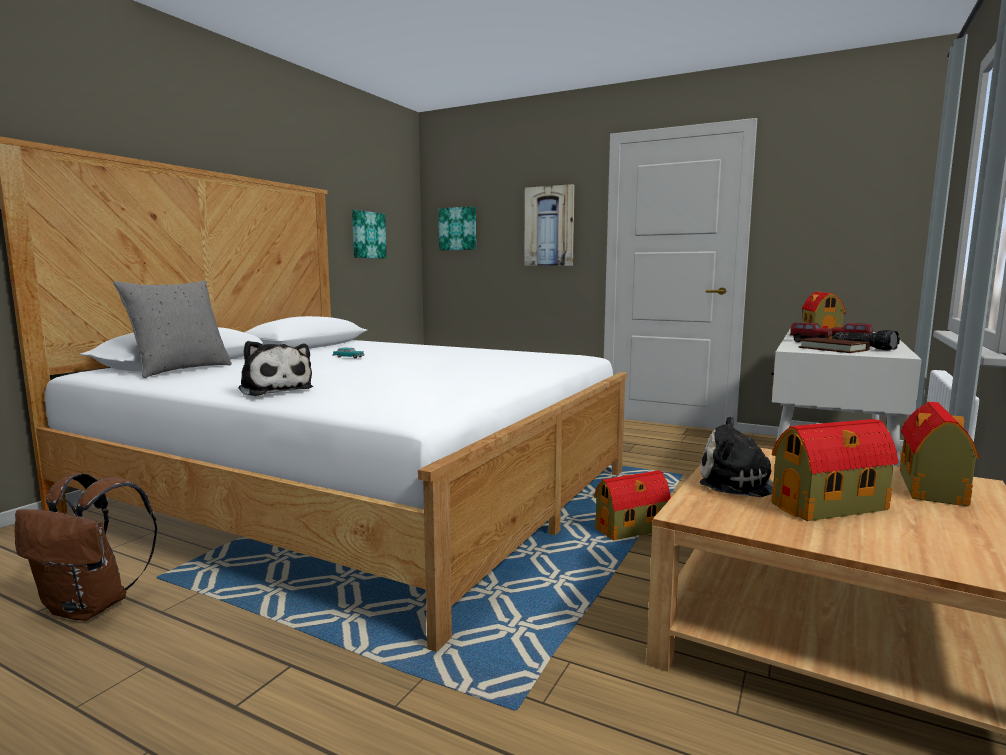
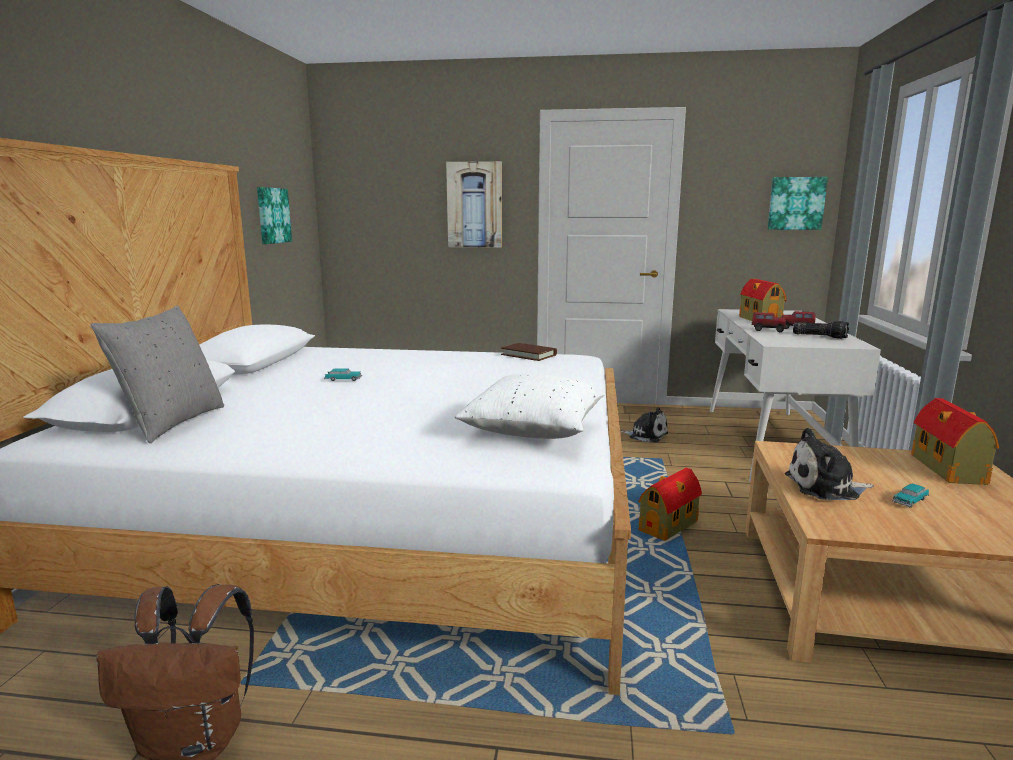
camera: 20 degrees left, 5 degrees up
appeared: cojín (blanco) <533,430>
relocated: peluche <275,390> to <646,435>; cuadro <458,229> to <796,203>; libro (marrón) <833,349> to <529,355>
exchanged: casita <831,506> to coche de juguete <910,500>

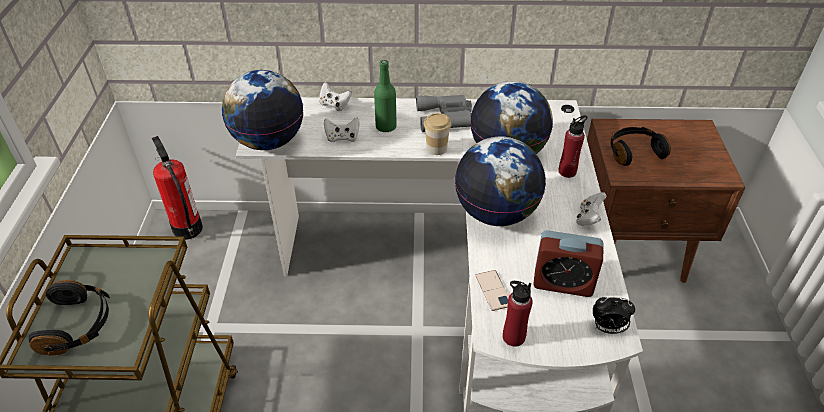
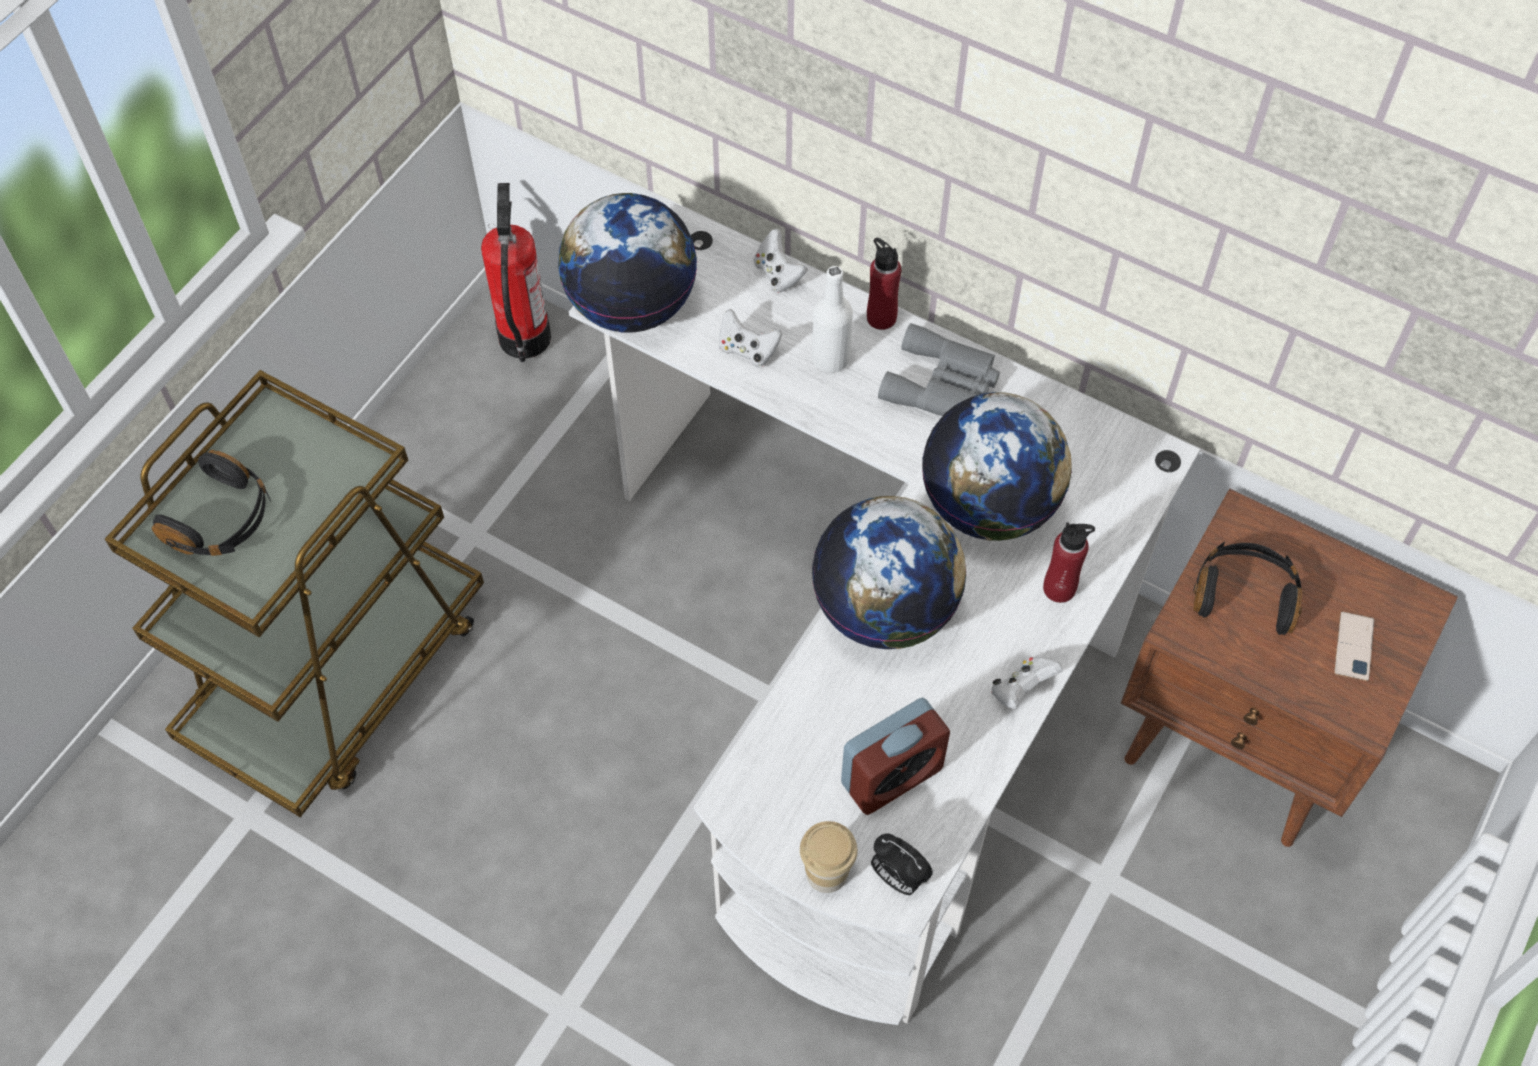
camera: 30 degrees right, 15 degrees up
relocated: taza <436,148> to <826,872>; móvil <493,290> to <1354,646>; botella (rojo) <513,337> to <881,317>
colour: botella (verde) <386,127> to botella (blanco) <830,359>
spun: despertador <563,283> = <891,776> 75 degrees counterclockwise

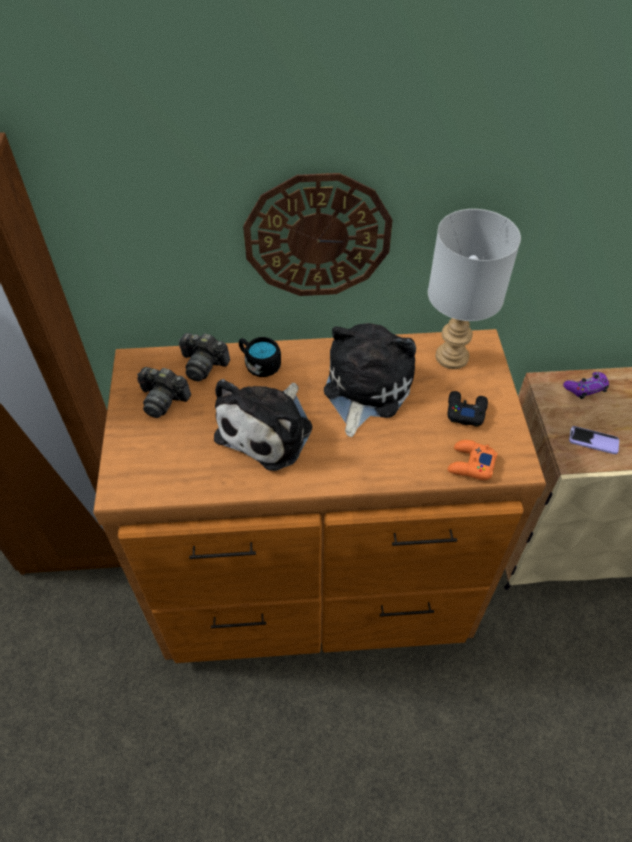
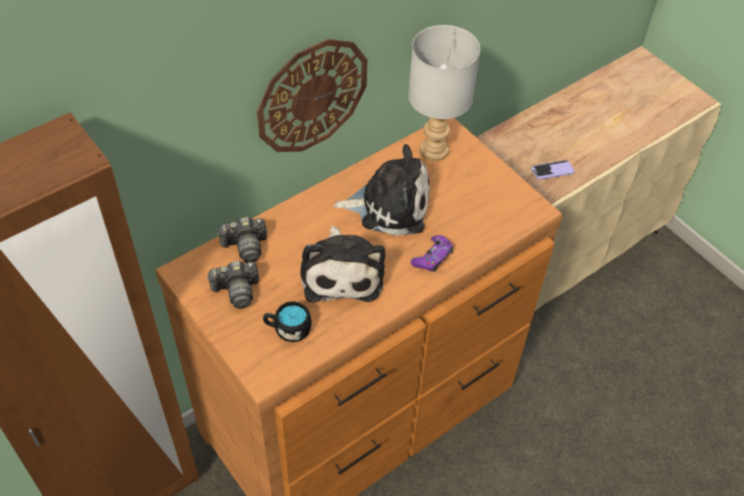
camera: 35 degrees left, 0 degrees up
missing: mando de consola (negro) <465,411>; mando de consola (naranja) <470,464>
relocated: taza grande (negro) <259,364> to <288,329>; mando de consola (morado) <585,388> to <432,257>
spun: peluche <365,388> = <389,205> 105 degrees clockwise

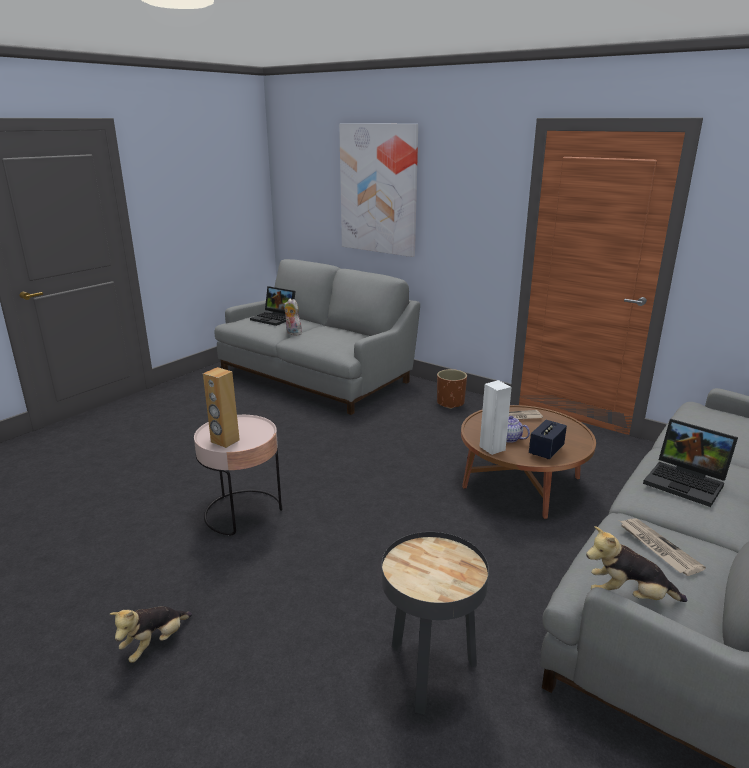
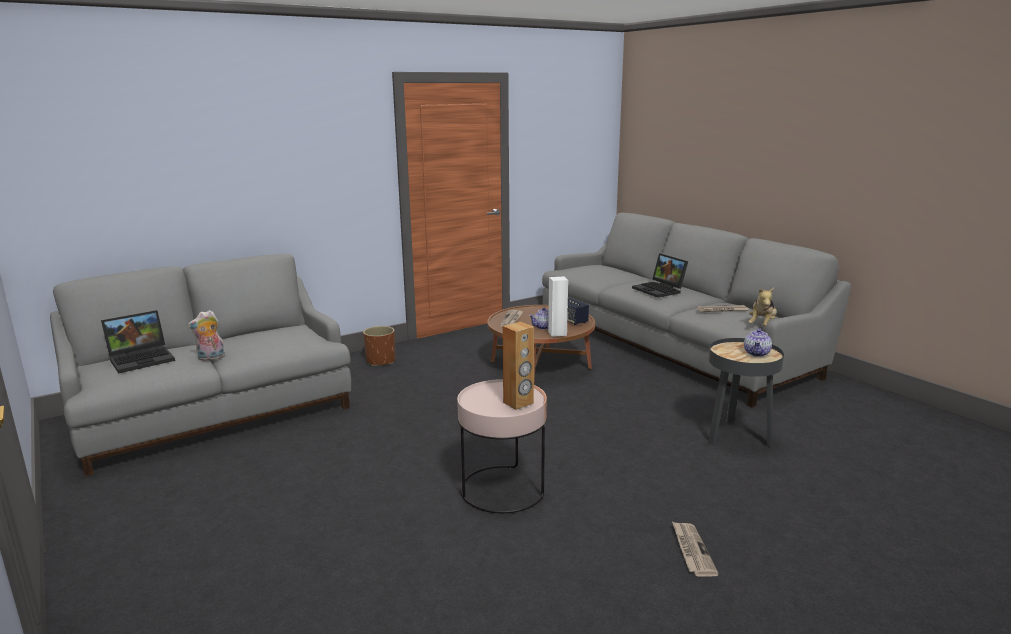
camera: 70 degrees left, 5 degrees down
missing: cuadro <378,189>
appeared: tetera <757,353>
exchanged: peluche <155,644> to periódico <692,550>
spun: portátil <687,482> = <660,290> 90 degrees clockwise

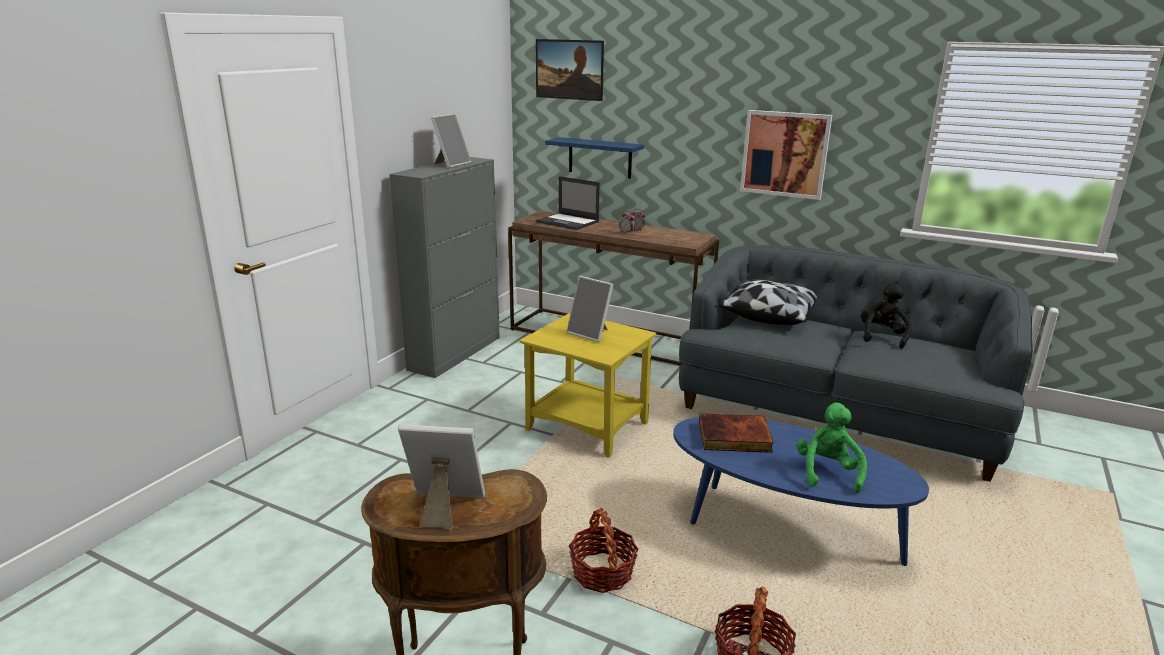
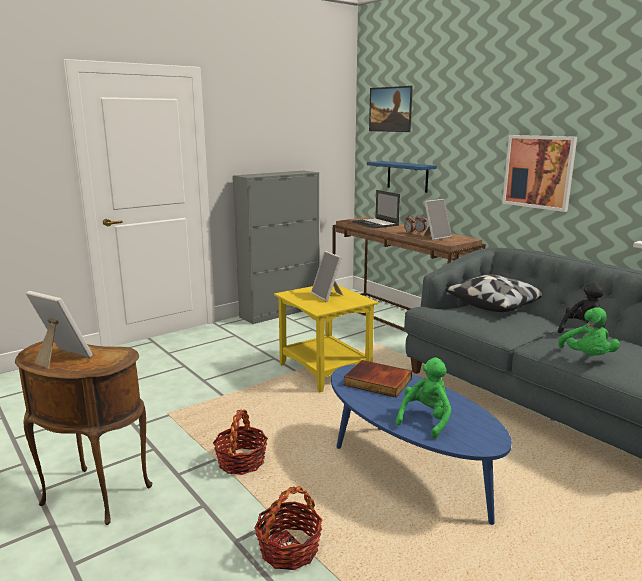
camera: 25 degrees right, 5 degrees down
appeared: peluche (verde) <587,357>
relocated: portarretratos <451,164> to <435,237>

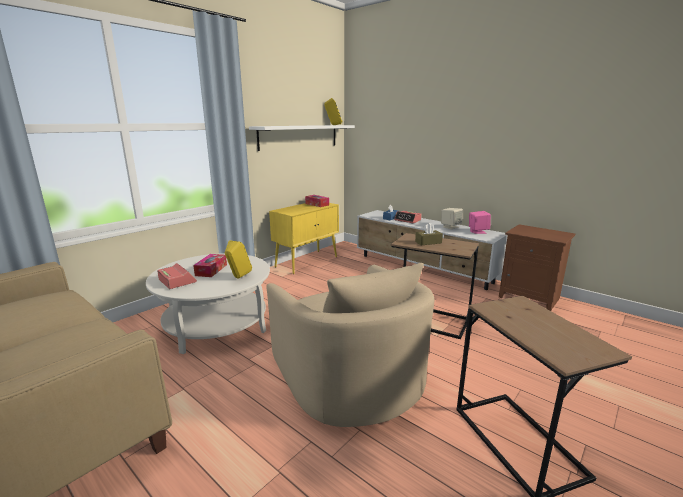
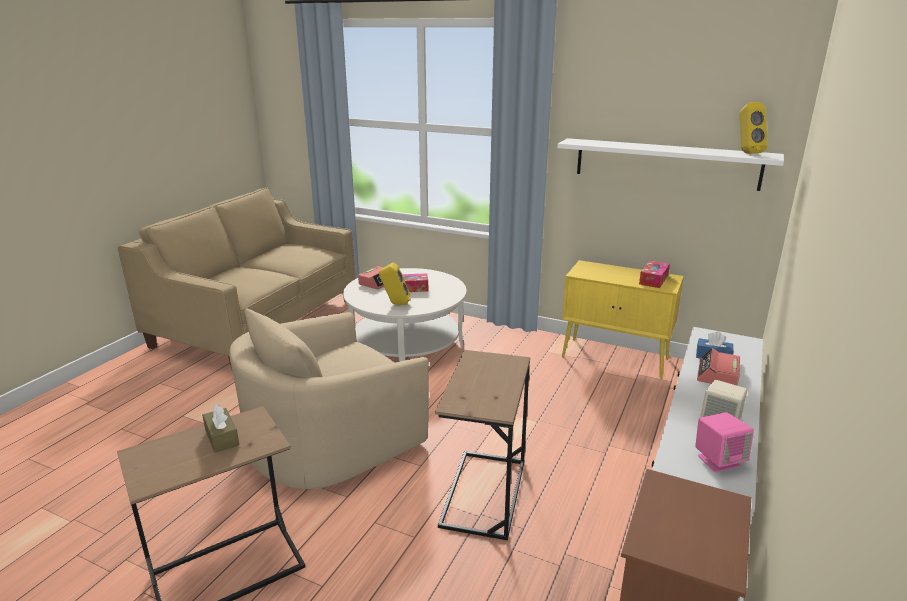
camera: 75 degrees right, 5 degrees up
relocated: caja de pañuelos (marrón) <428,242> to <222,437>

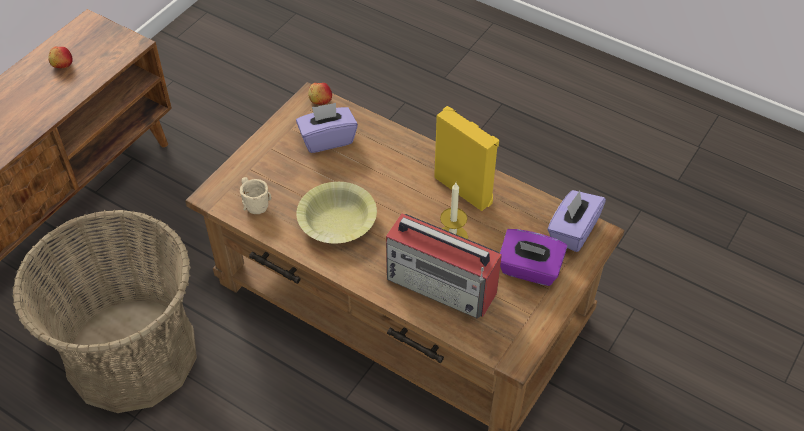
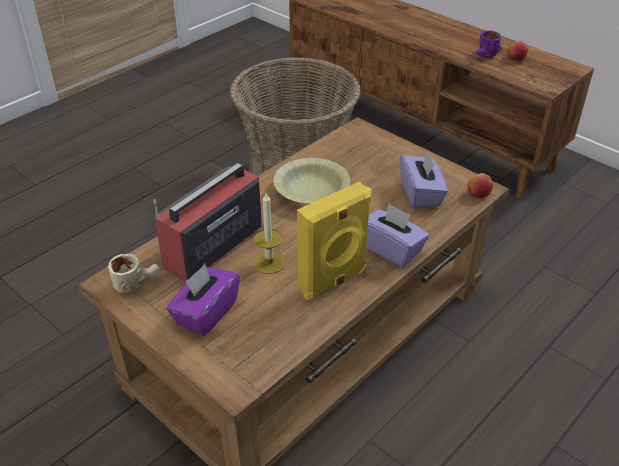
camera: 100 degrees right, 10 degrees down
appeared: taza grande (morado) <485,56>
relocated: taza grande (beis) <252,202> to <137,282>; caja de pañuelos (morado) <573,231> to <391,249>

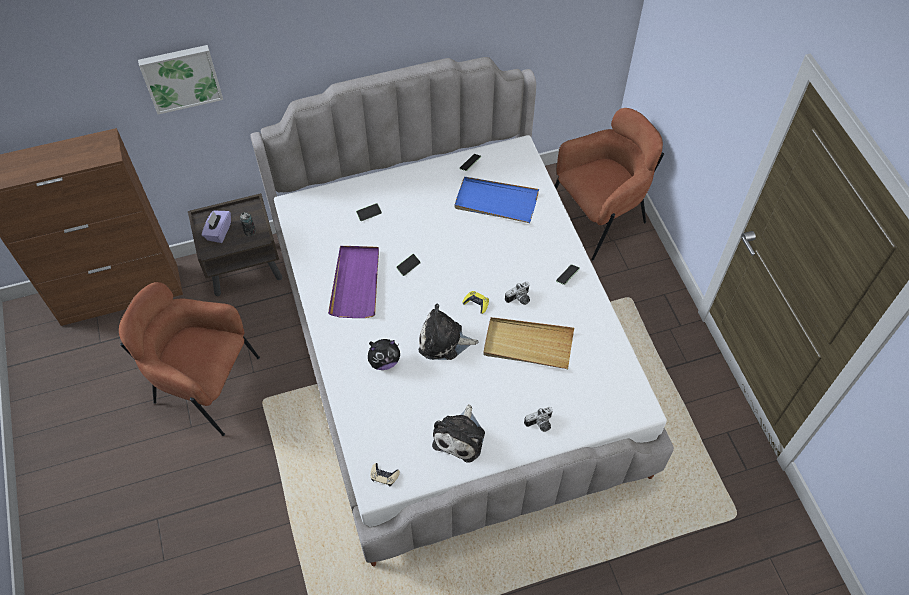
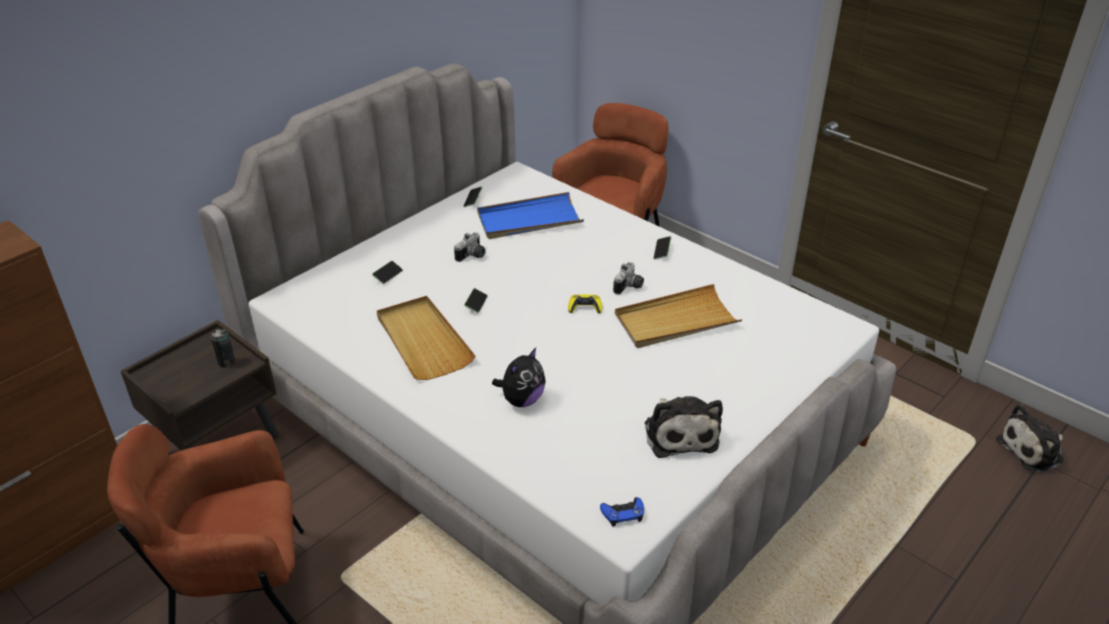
camera: 30 degrees left, 20 degrees down
missing: cuadro <181,77>; caja de pañuelos (morado) <218,232>
relocated: peluche <444,341> to <1033,450>; cámara <540,424> to <472,256>
colour: bandeja (morado) <356,283> to bandeja (beis) <423,341>; mando de consola (beis) <384,476> to mando de consola (azul) <623,514>

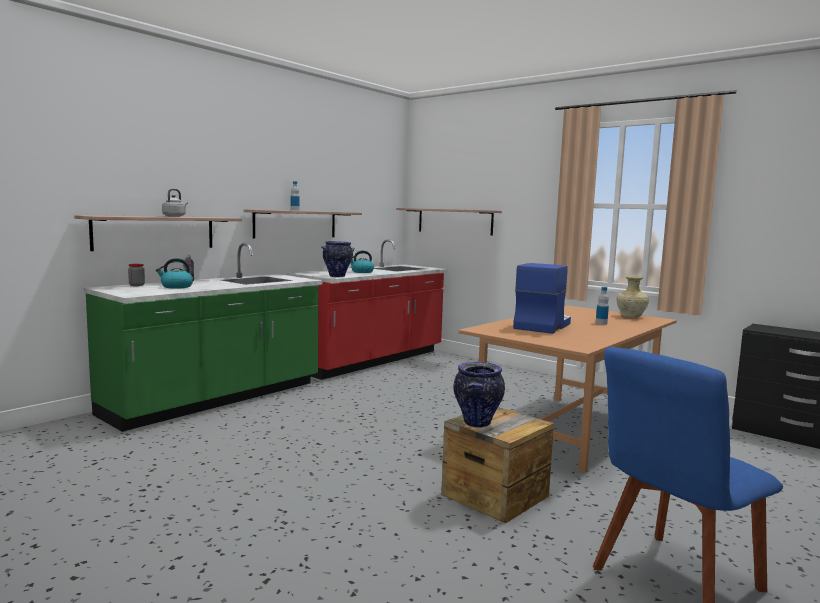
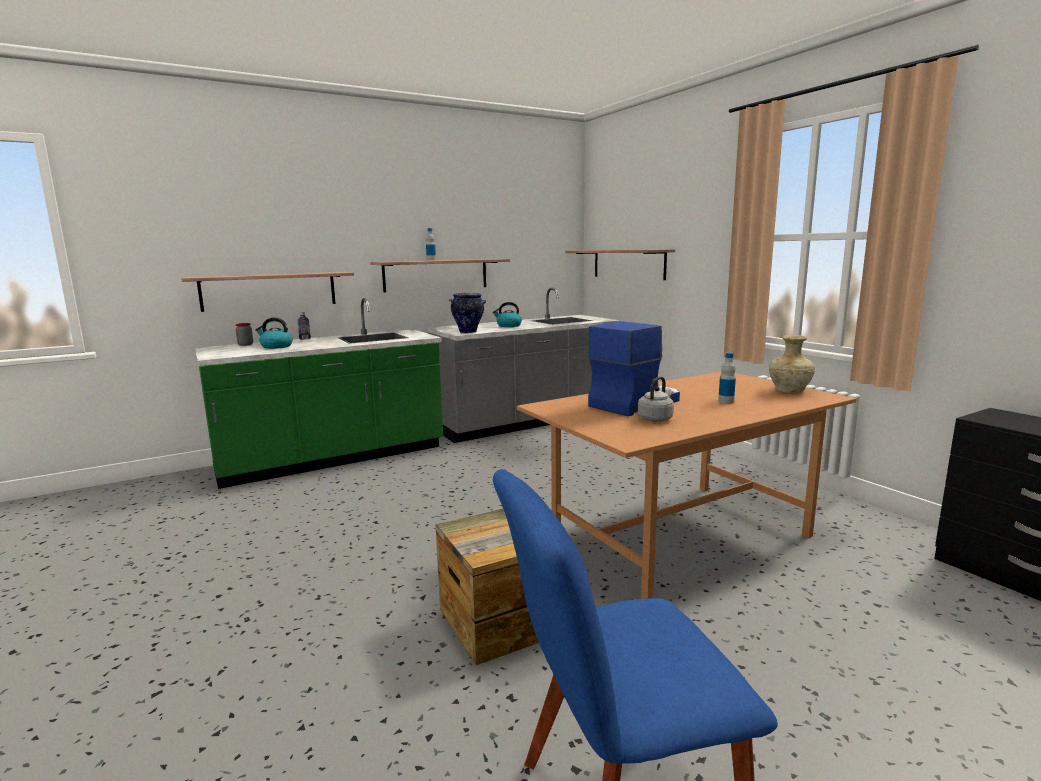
camera: 20 degrees right, 5 degrees up
missing: florero <477,424>
relocated: hervidor (gris) <175,216> to <656,419>
colour: mueble bajo de cocina (rojo) <371,360> to mueble bajo de cocina (gris) <527,422>

